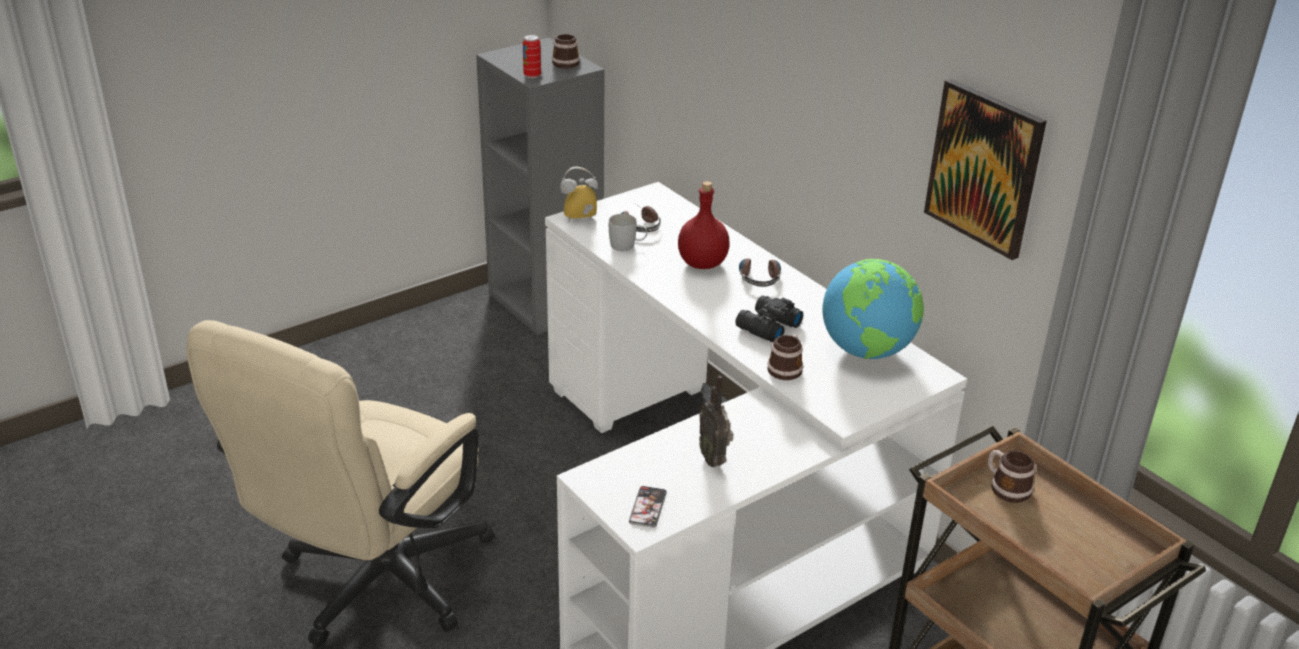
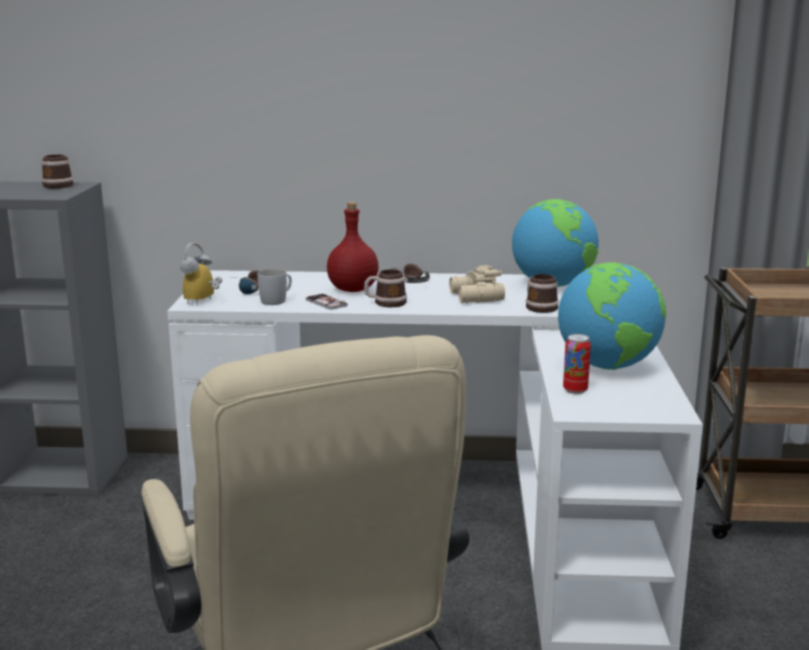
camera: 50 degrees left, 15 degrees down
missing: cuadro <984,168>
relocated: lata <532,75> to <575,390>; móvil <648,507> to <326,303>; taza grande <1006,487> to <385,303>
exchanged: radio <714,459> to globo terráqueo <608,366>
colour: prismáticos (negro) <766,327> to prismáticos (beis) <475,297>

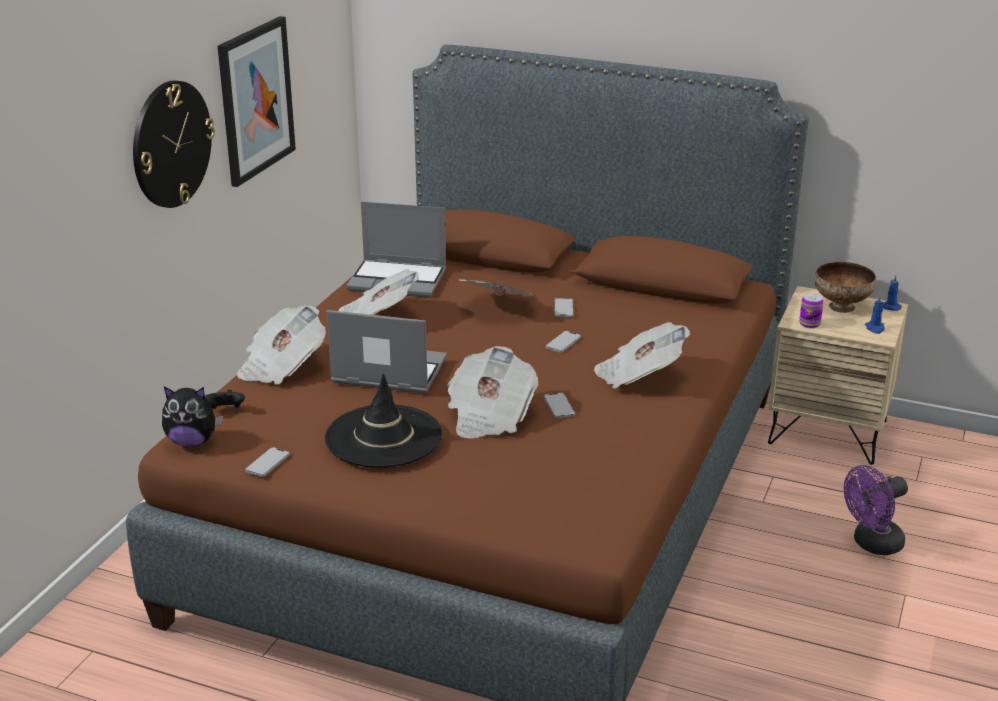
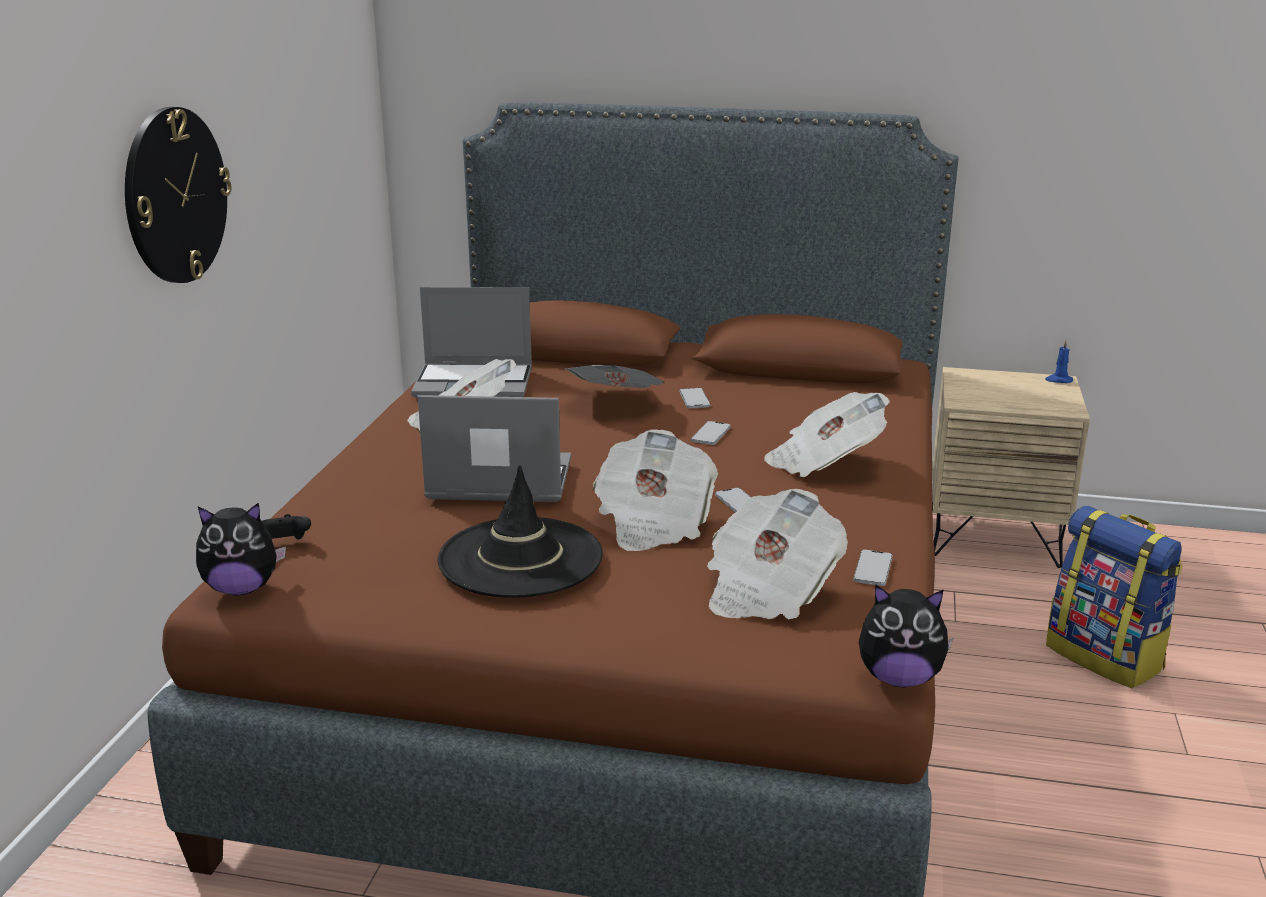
camera: 10 degrees left, 5 degrees down
missing: cuadro <255,100>; lata <809,324>; cuenco <841,306>; vela (azul) <875,328>
appeared: peluche <899,678>
relocated: periódico <281,367> to <768,590>; móvil <267,463> to <873,569>
exchanged: ventilador (morado) <872,544> to mochila <1106,657>

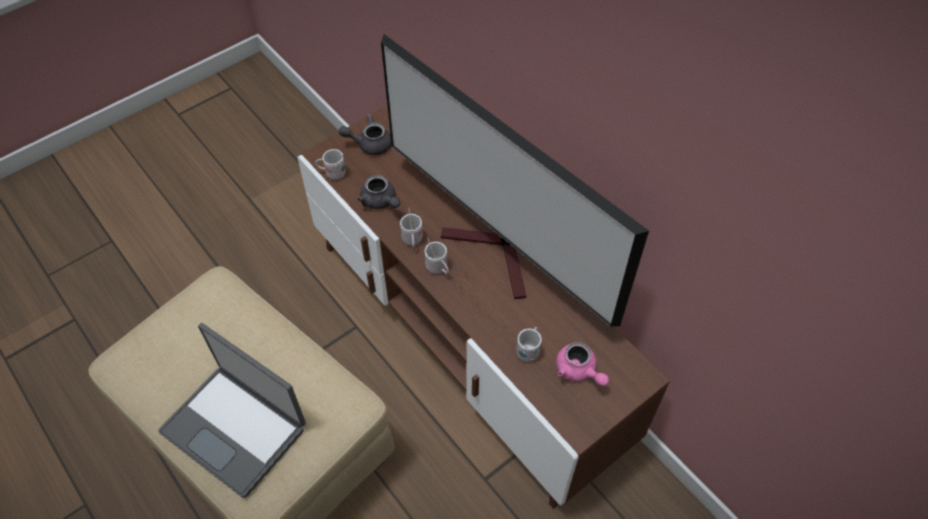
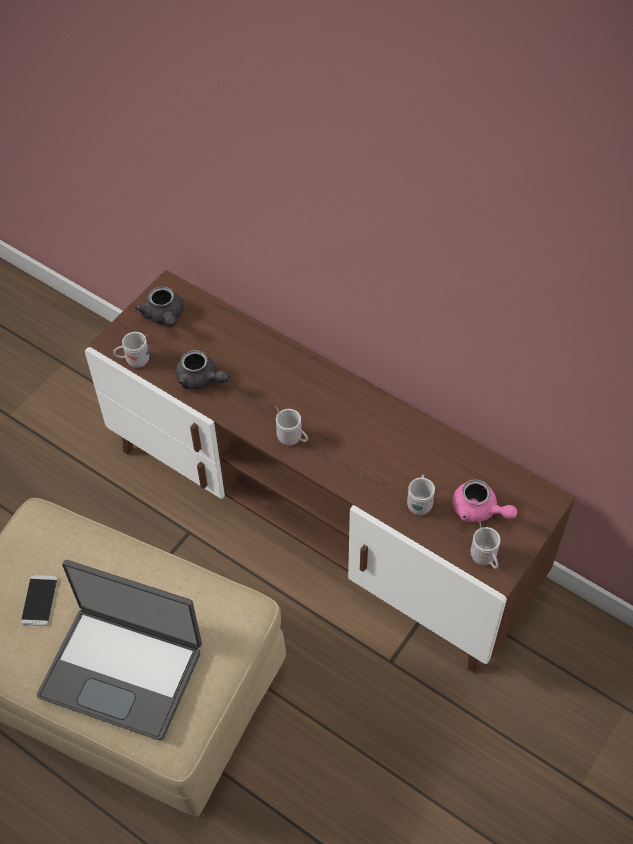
camera: 15 degrees left, 0 degrees up
missing: televisor <498,254>
appeared: móvil <39,600>
relocated: taza grande (blanco) <412,241> to <485,559>
spun: tetera (gris) <369,144> = <164,317> 90 degrees counterclockwise

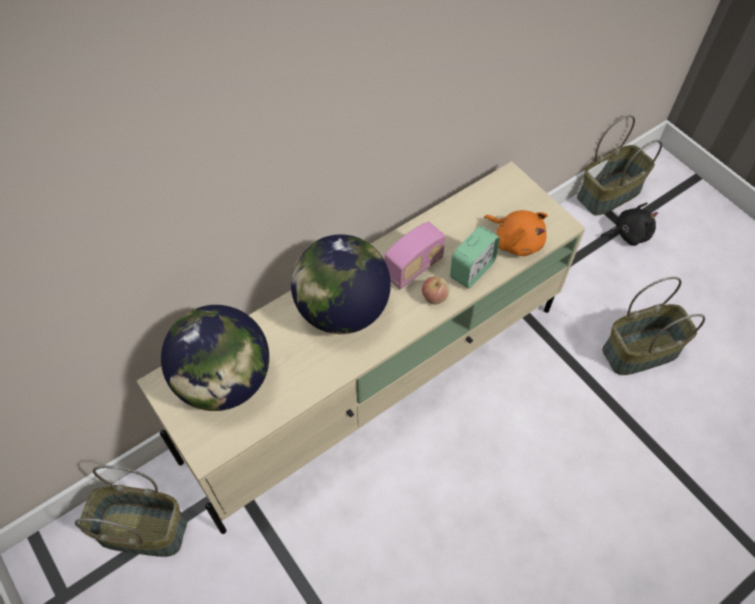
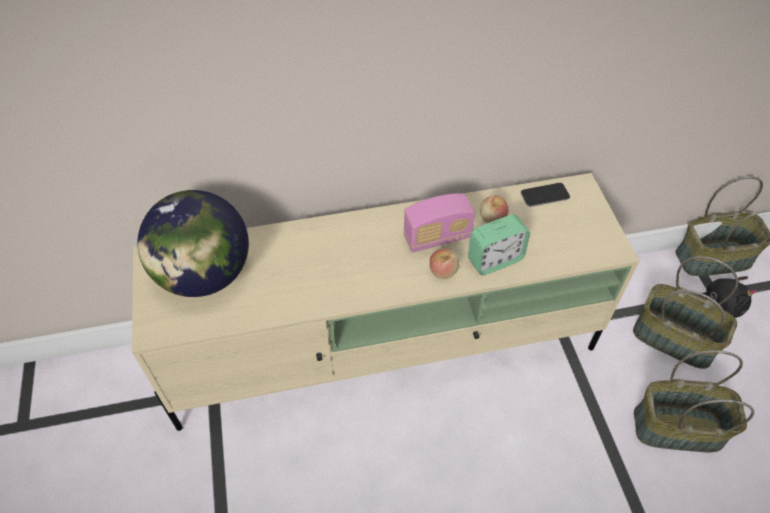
camera: 25 degrees right, 5 degrees down
missing: globo terráqueo <341,310>; peluche (naranja) <516,240>
appeared: manzana <492,219>; móvil <544,195>
relocated: cesta <144,528> to <675,338>

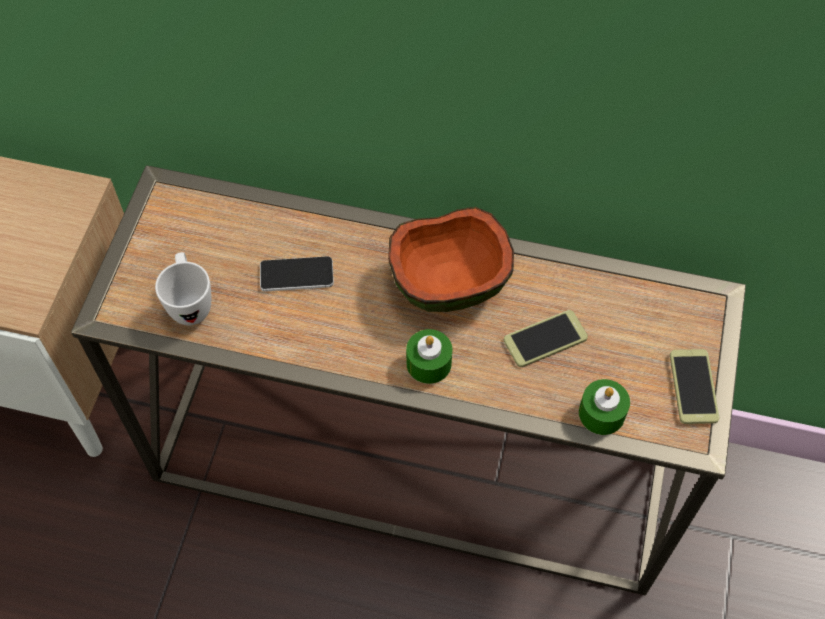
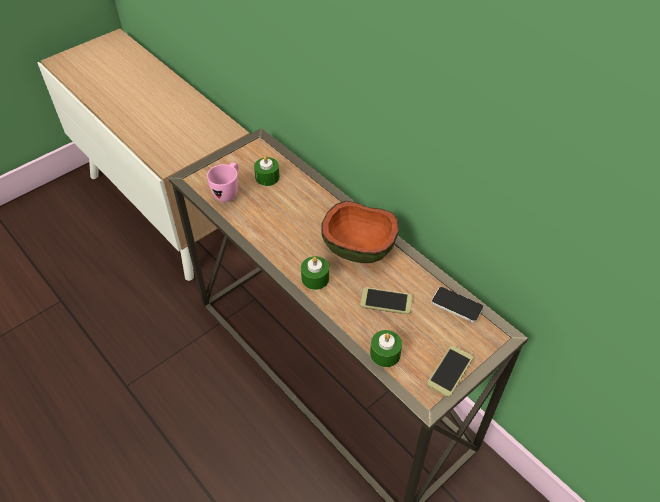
camera: 35 degrees right, 10 degrees down
appeared: vela (verde) <267,177>
relocated: móvil <296,274> to <457,305>
colour: taza grande (blanco) <190,303> to taza grande (rosa) <228,192>

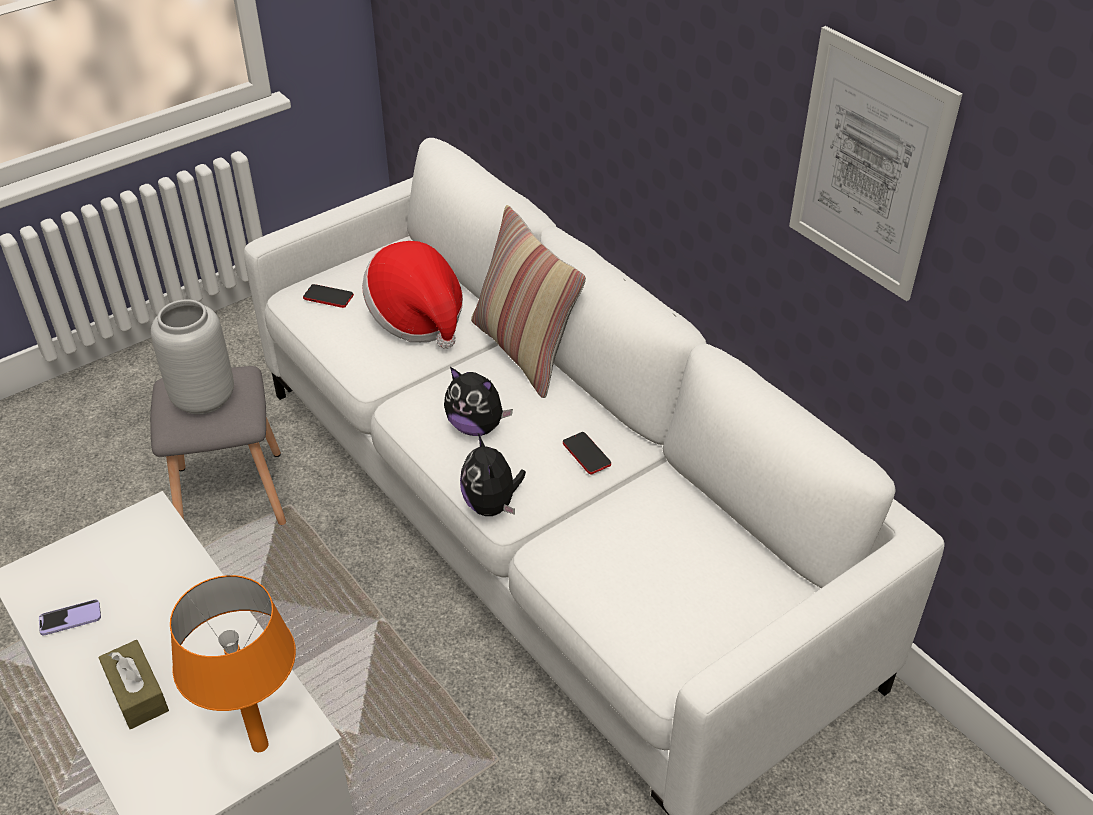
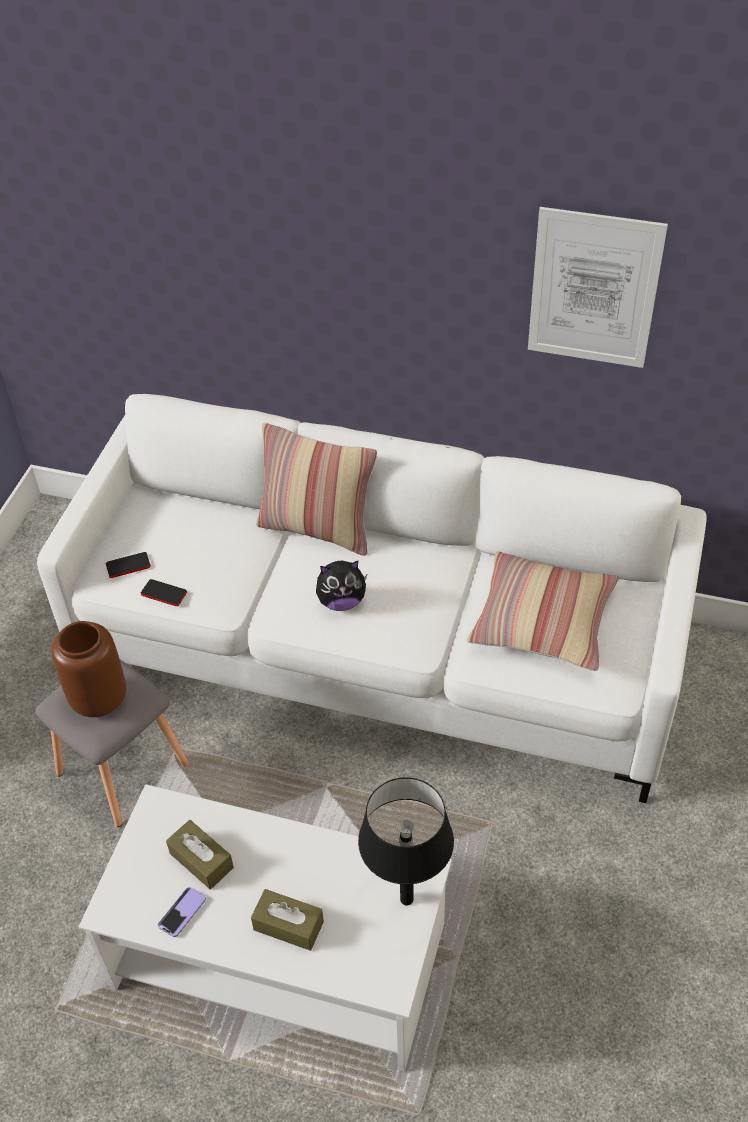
camera: 35 degrees left, 5 degrees up
missing: sombrero <417,318>; peluche <492,505>
appeared: caja de pañuelos (marrón) <201,860>; cojín <542,621>
relocated: móvil <586,454> to <164,593>
colour: florero (gris) <203,400> to florero (marrón) <99,700>; lámpara de mesa (naranja) <260,745> to lámpara de mesa (negro) <407,899>

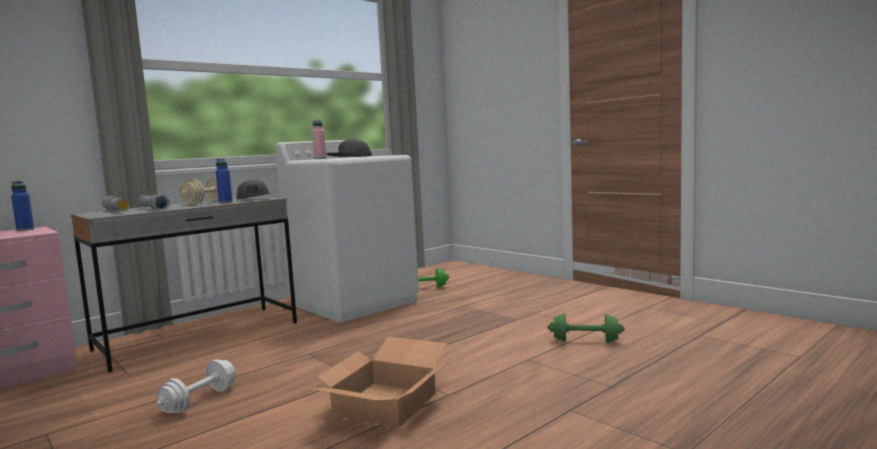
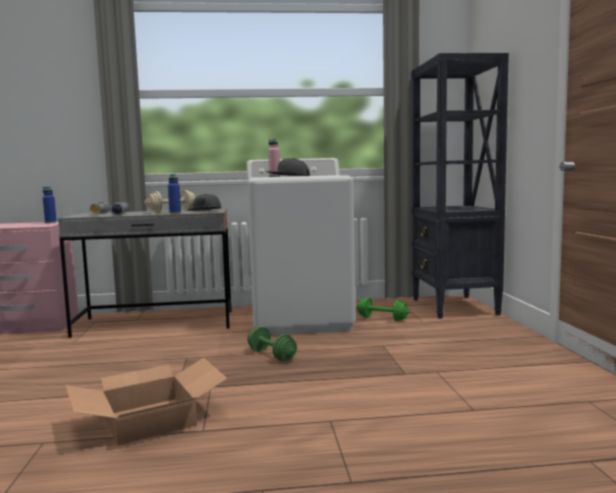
camera: 35 degrees right, 0 degrees up
missing: mancuerna (blanco) <199,401>
appeared: estantería (negro) <454,307>
relocated: mancuerna (verde) <585,341> to <271,355>

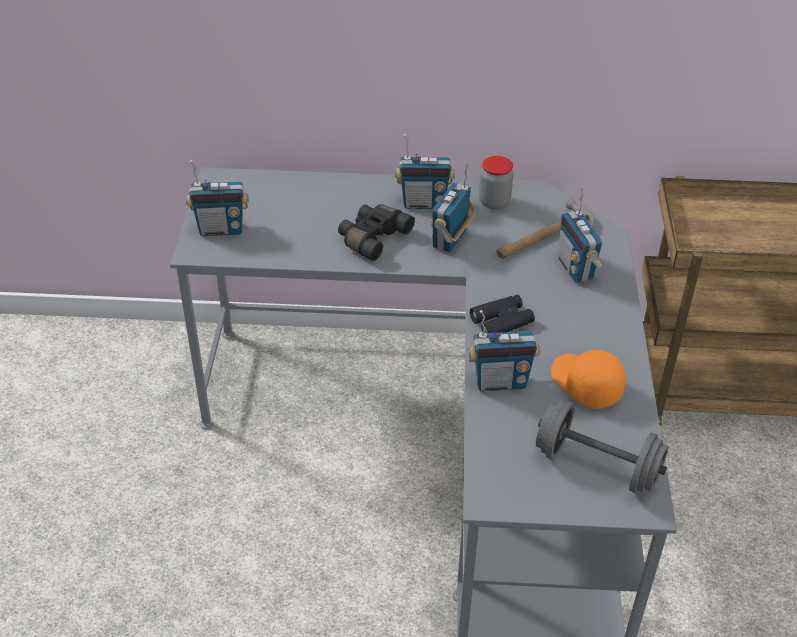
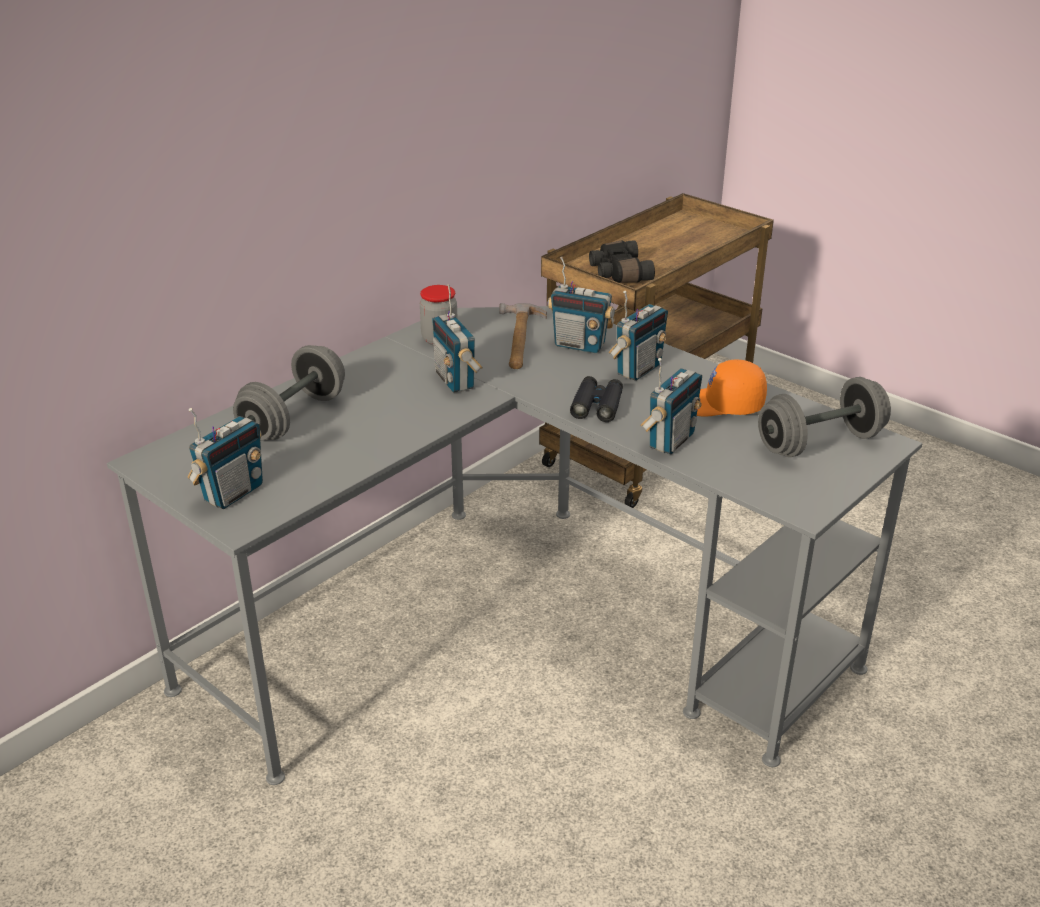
camera: 50 degrees left, 10 degrees down
appeared: mancuerna (gris) <293,417>
relocated: prismáticos (negro) <372,238> to <618,273>; radio <424,203> to <638,369>

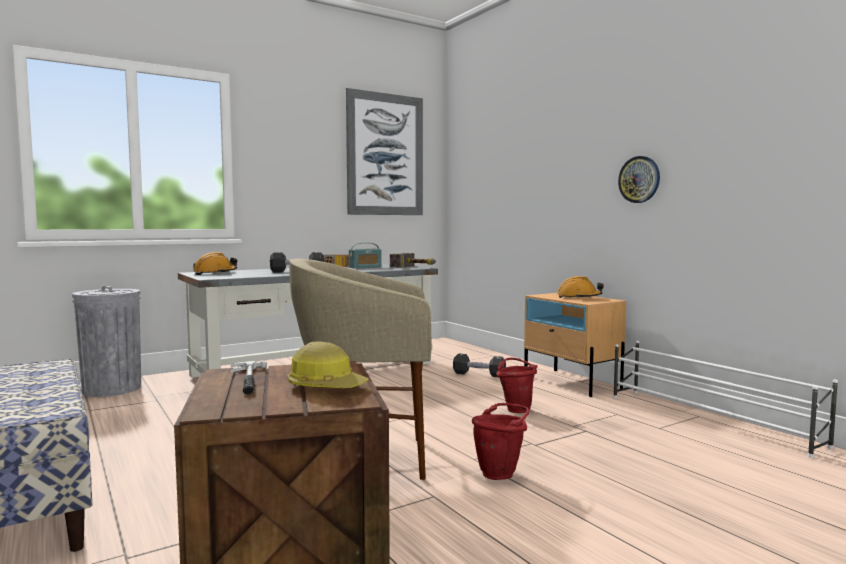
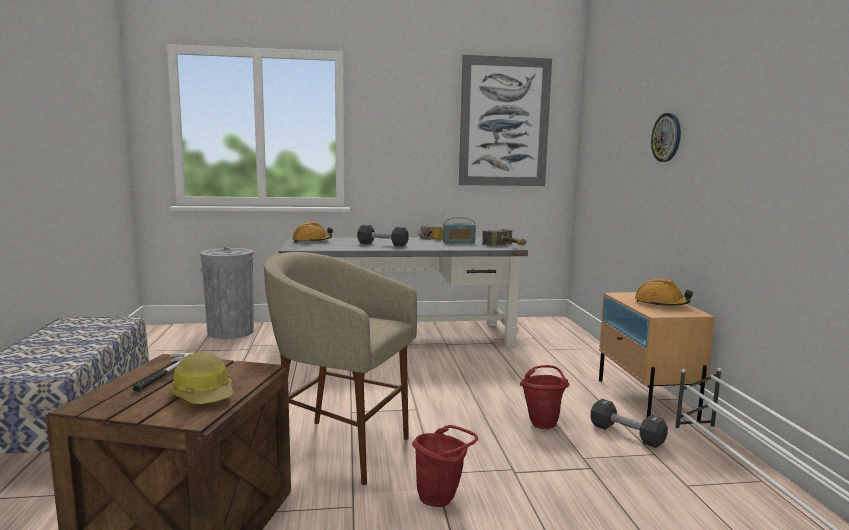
camera: 25 degrees right, 5 degrees up
relocated: mancuerna (negro) <479,374> to <626,434>; reloj de pared <639,179> to <667,137>

